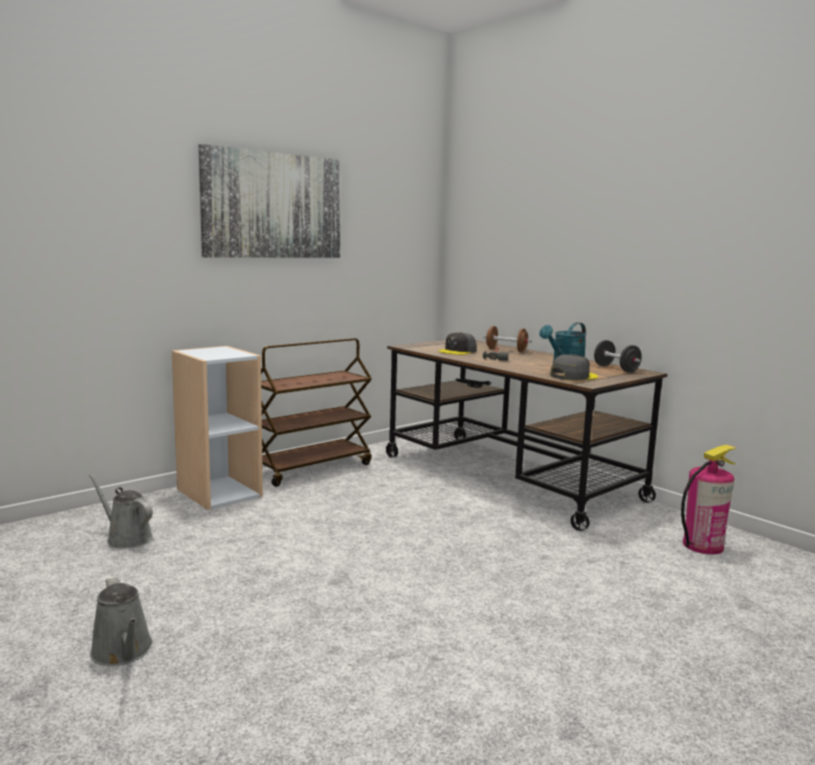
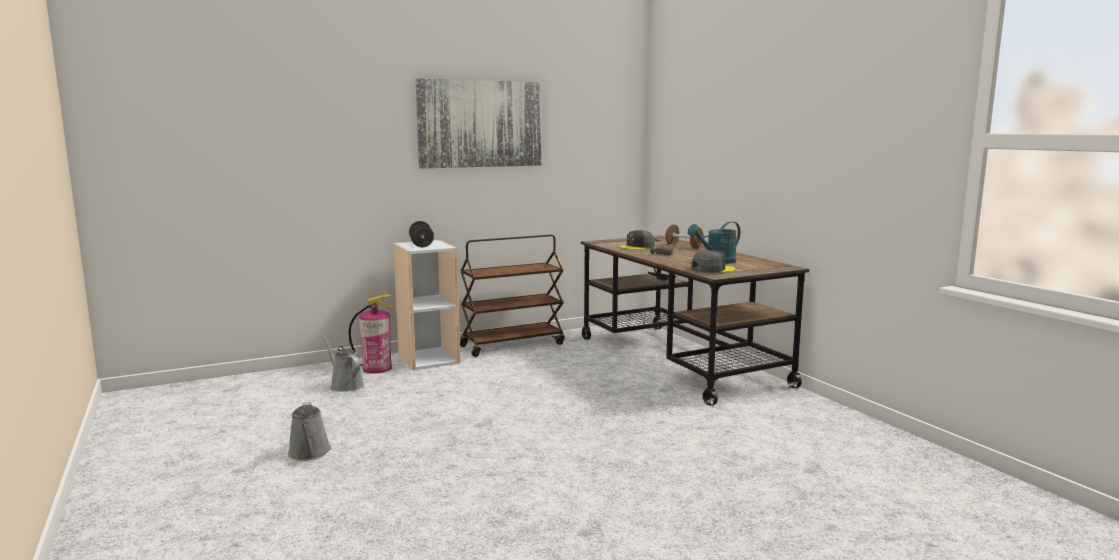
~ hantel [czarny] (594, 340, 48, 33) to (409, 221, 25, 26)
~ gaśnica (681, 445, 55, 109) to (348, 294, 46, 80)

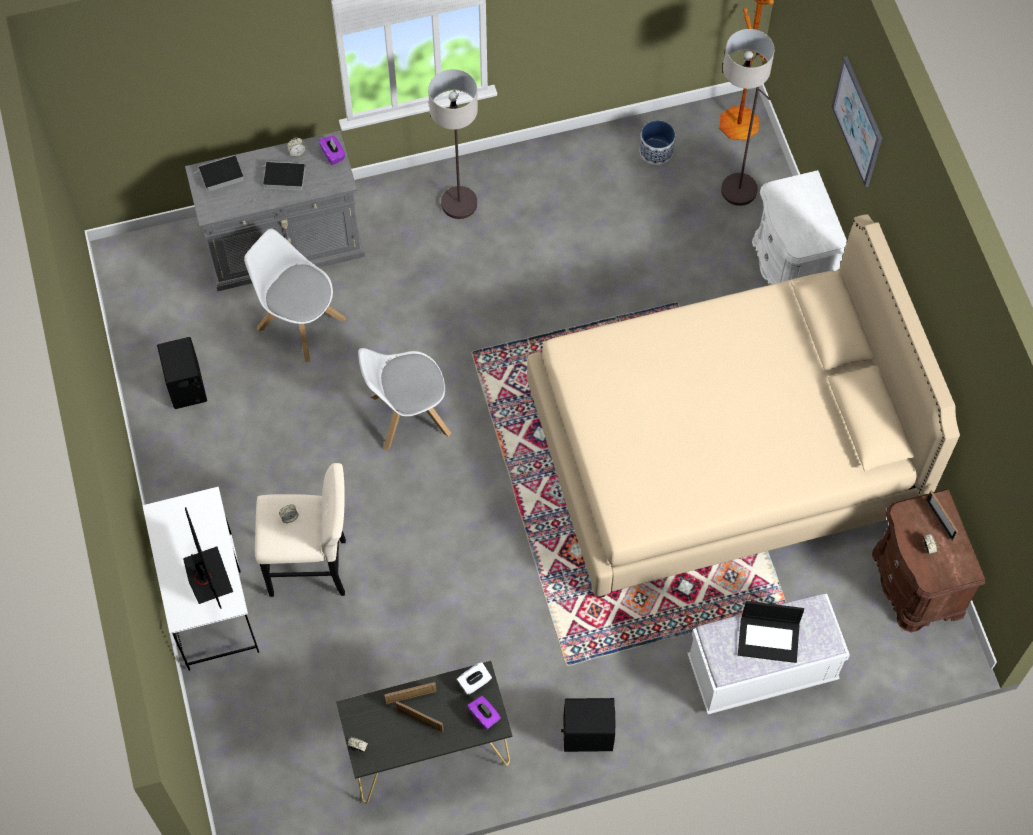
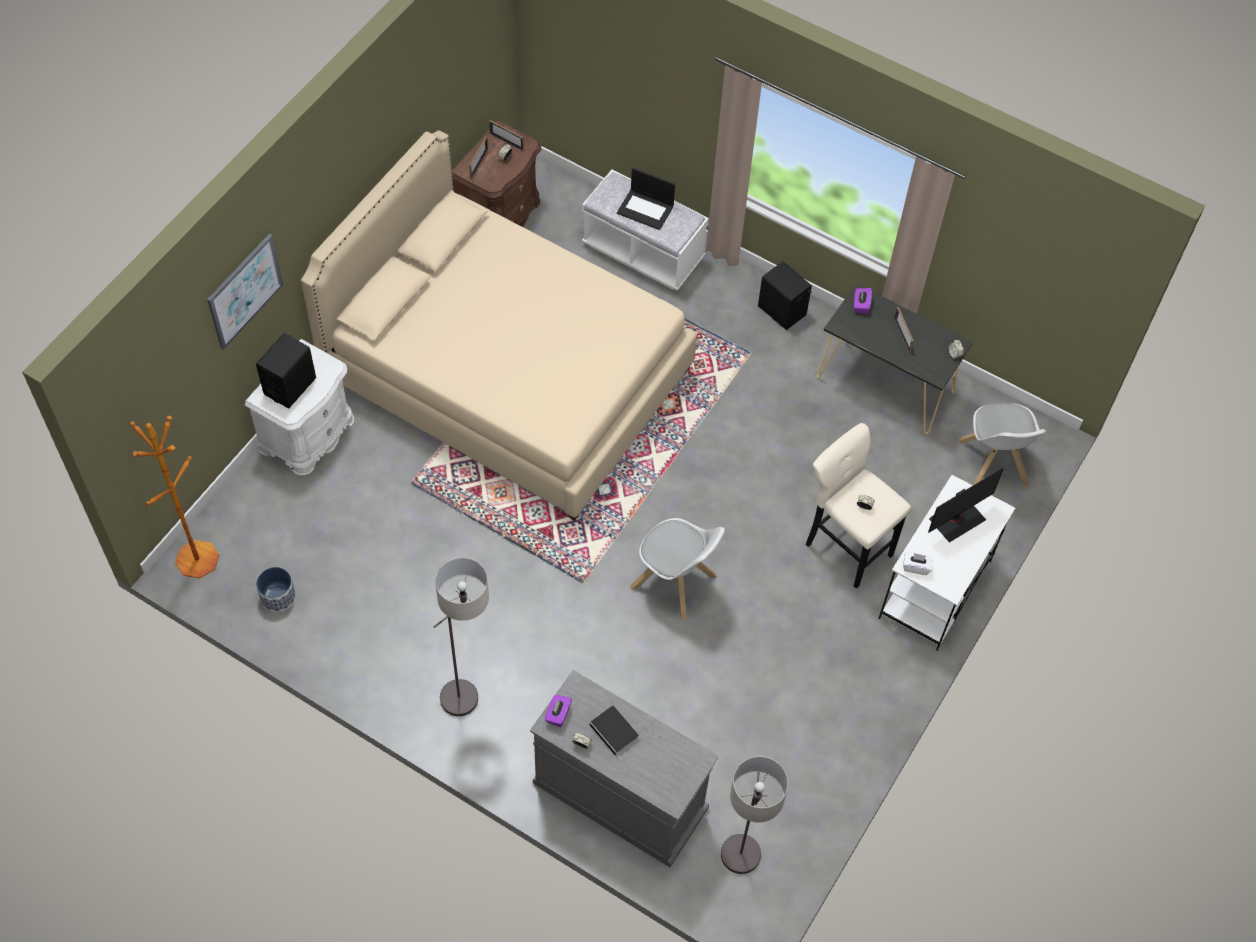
~ głośnik [czarny] (157, 337, 50, 72) to (256, 333, 60, 75)
~ monitor (183, 507, 50, 102) = (928, 468, 76, 75) 150 degrees counterclockwise
- książka (194, 155, 50, 37)
~ krzesło (244, 229, 102, 133) to (958, 403, 89, 84)
~ ramka na zdjęcie (384, 682, 53, 22) to (489, 120, 35, 31)
~ pudełko chusteczek [biały] (457, 662, 35, 33) to (903, 552, 30, 23)
~ lampa stojąca [szary] (721, 29, 53, 177) to (721, 756, 67, 118)
~ laptop (738, 601, 66, 62) = (617, 168, 58, 62) 150 degrees clockwise

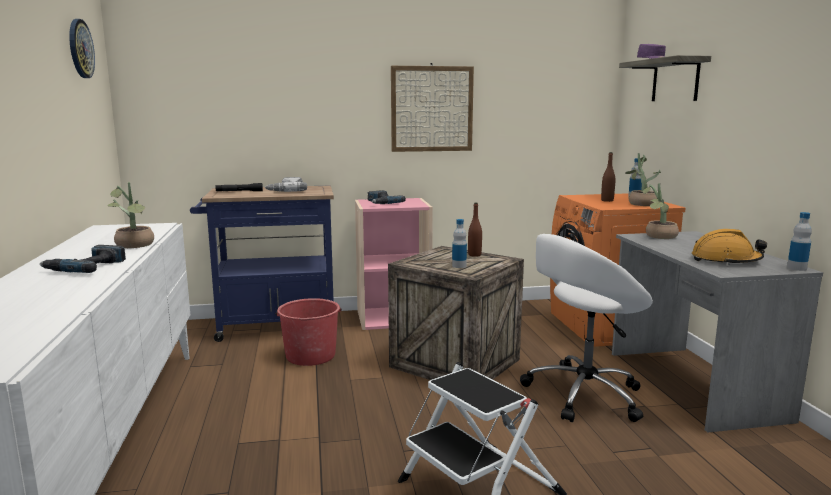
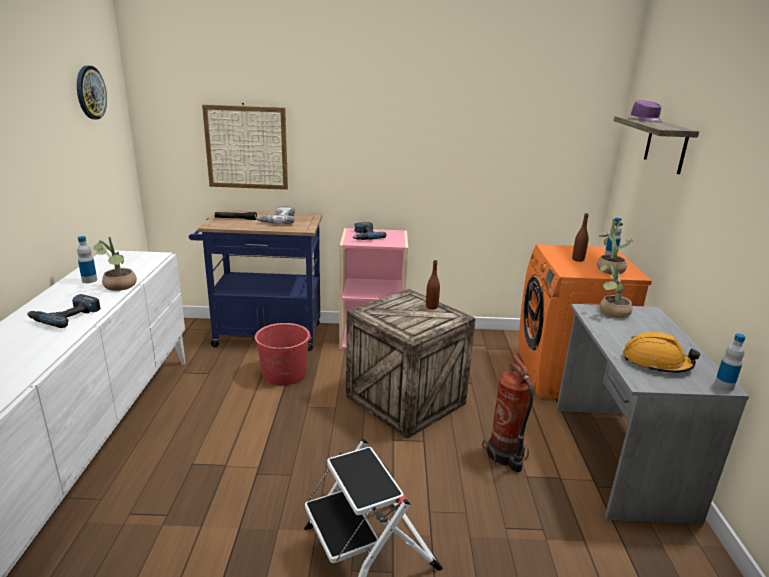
~ obraz (391, 63, 83, 89) to (202, 103, 86, 87)
~ butelka (452, 219, 15, 49) to (77, 236, 20, 47)
~ krzesło biurowe [biały] (520, 234, 133, 188) to gaśnica (482, 355, 51, 117)

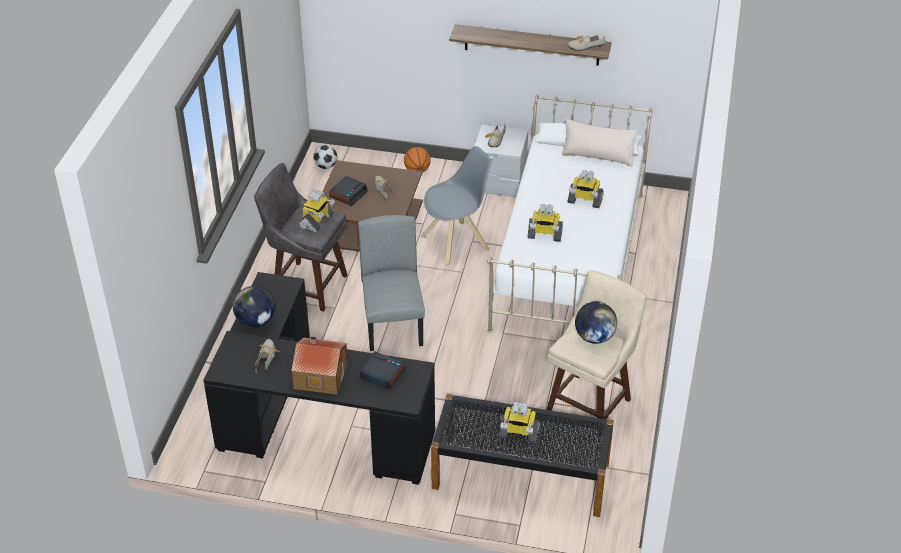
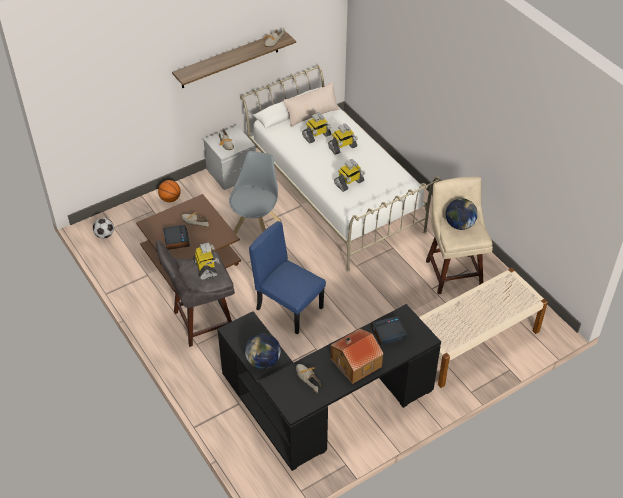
~ krzesło [szary] (358, 215, 67, 136) to krzesło [niebieski] (249, 221, 77, 113)
~ ławka [czarny] (431, 394, 183, 123) to ławka [beżowy] (419, 268, 129, 120)
~ robot zabawkowy (499, 402, 41, 41) to (302, 112, 30, 31)

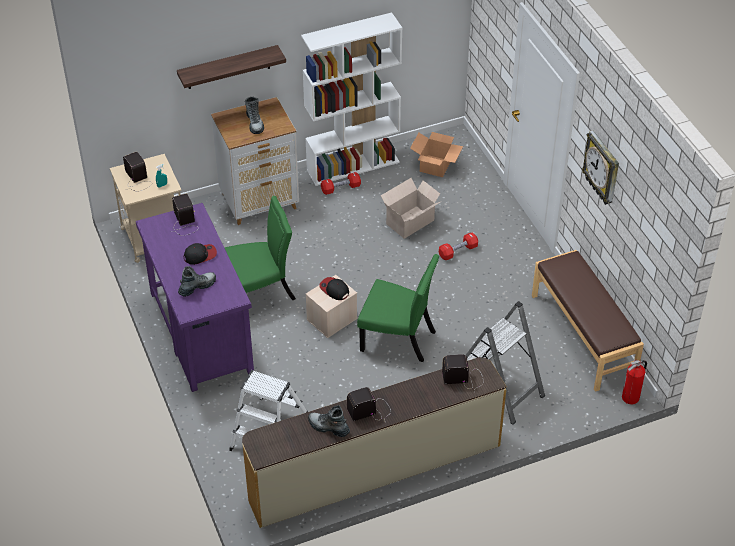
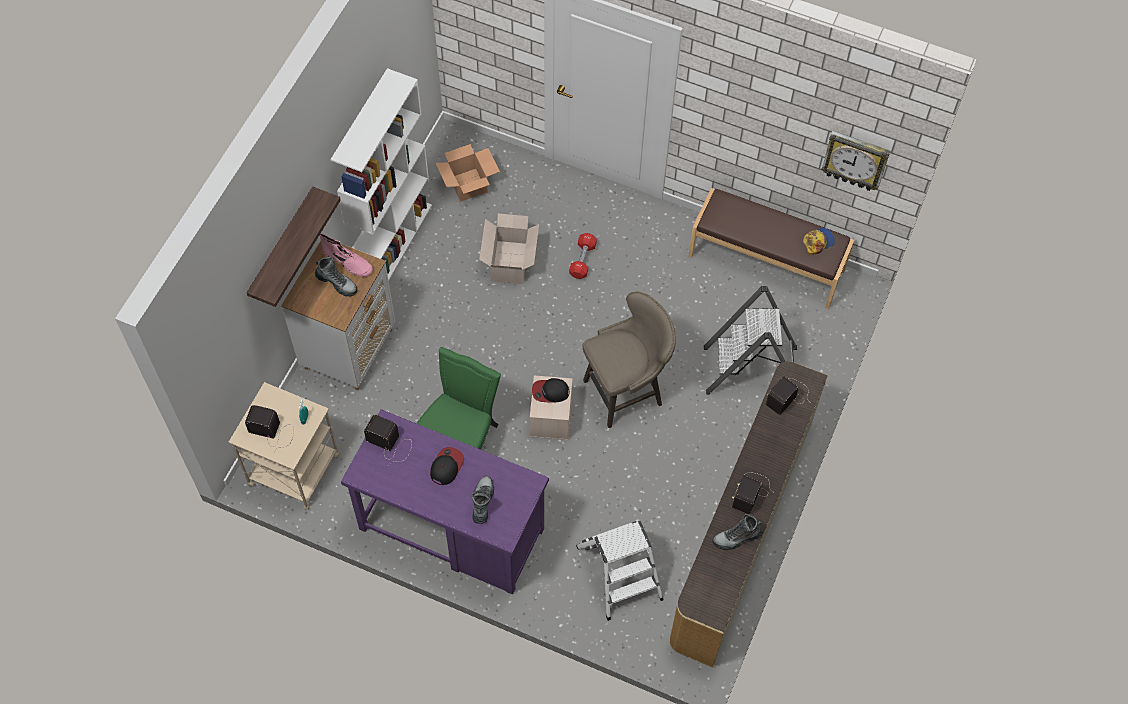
- hantel [czerwony] (321, 172, 40, 23)
~ krzesło [zielony] (357, 254, 82, 108) to stołek [beżowy] (583, 292, 93, 136)
~ zegar ścienny (582, 130, 37, 75) to (821, 131, 69, 60)
- gaśnica (622, 360, 25, 45)
+ but z cholewką [różowy] (320, 234, 53, 43)
+ czapka z daszkiem (803, 228, 32, 27)

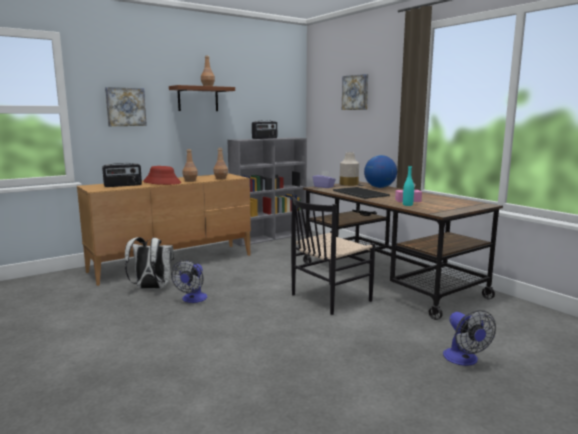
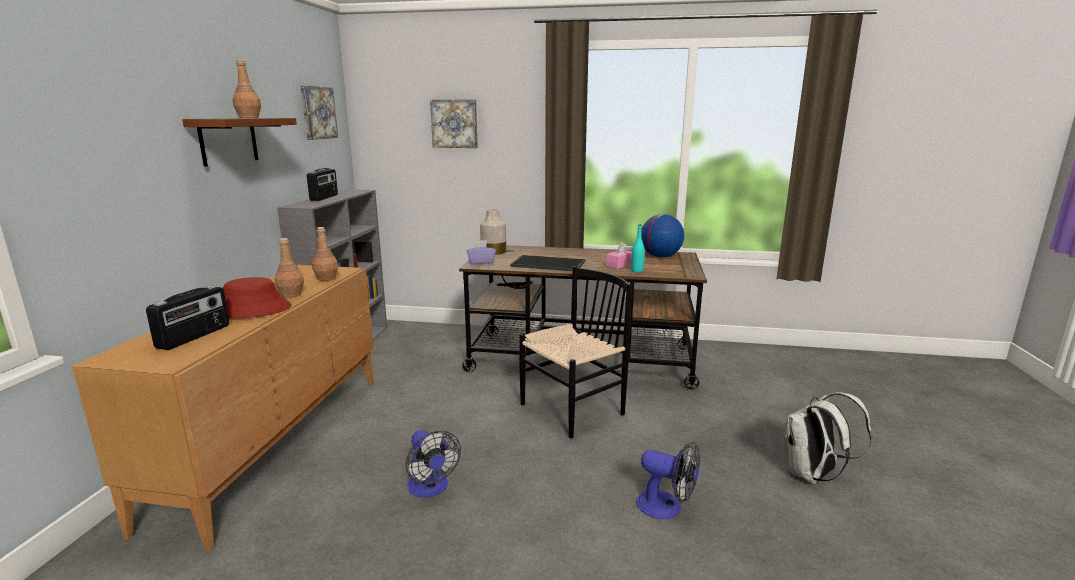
~ obraz (105, 87, 42, 39) to (301, 86, 37, 54)
~ plecak [biały] (125, 237, 49, 52) to (785, 392, 86, 92)
~ krzesło [czarny] (291, 195, 84, 120) = (519, 266, 113, 172) 135 degrees counterclockwise
~ globus (364, 155, 33, 33) to (641, 214, 43, 44)
~ wentylator (443, 310, 53, 56) to (636, 442, 64, 77)

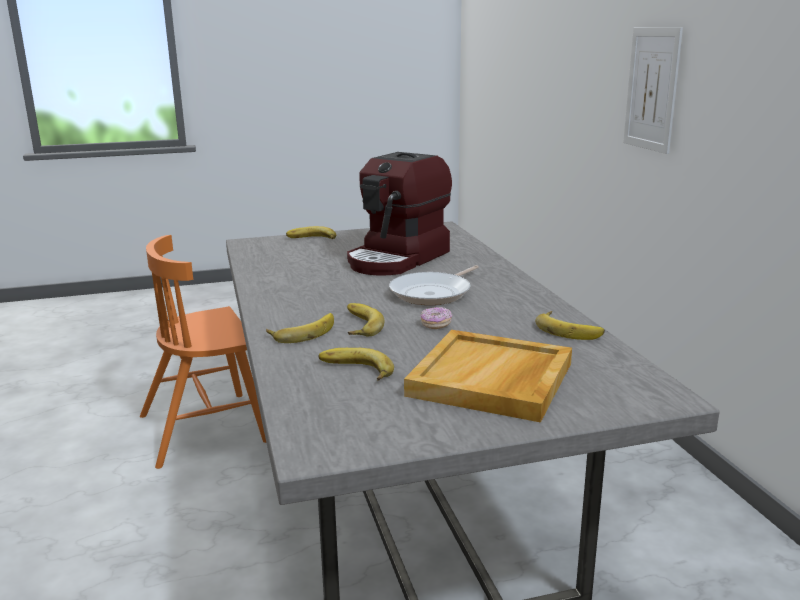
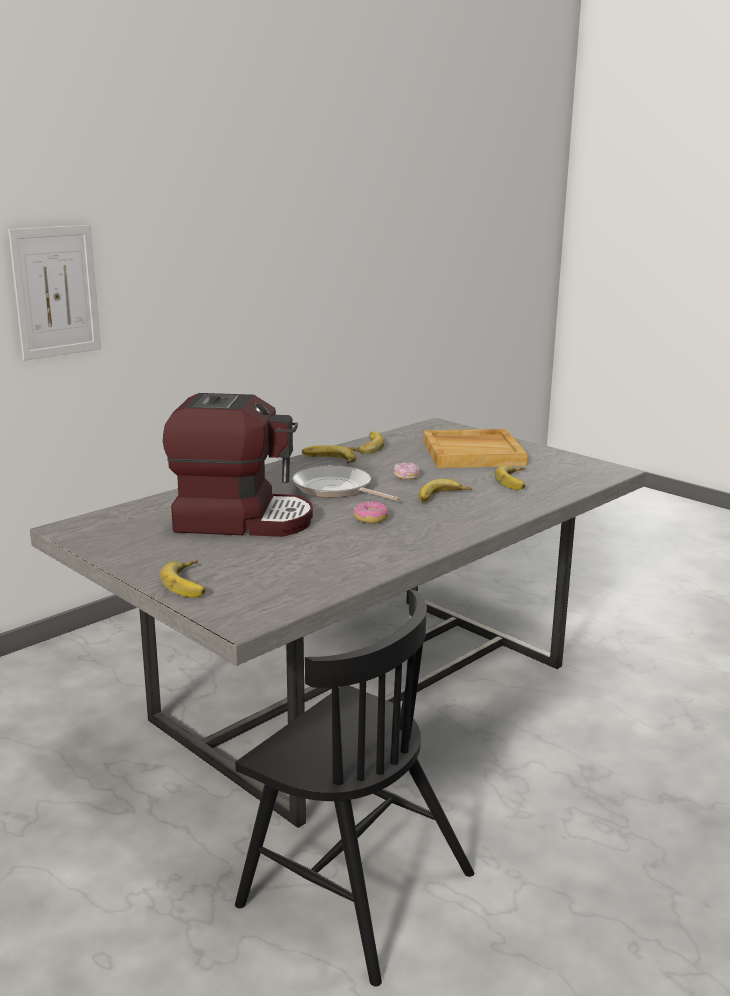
~ krzesło [pomarańczowy] (140, 235, 126, 234) to krzesło [czarny] (235, 590, 239, 397)
~ banan (266, 313, 68, 30) to (302, 445, 54, 18)
~ patelnia (389, 265, 90, 40) = (292, 465, 107, 36) 150 degrees counterclockwise
+ donut (353, 501, 36, 23)

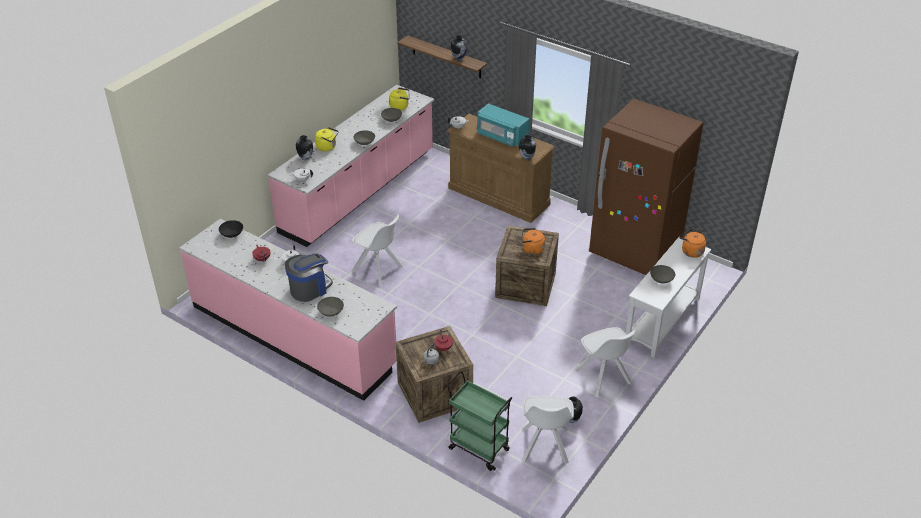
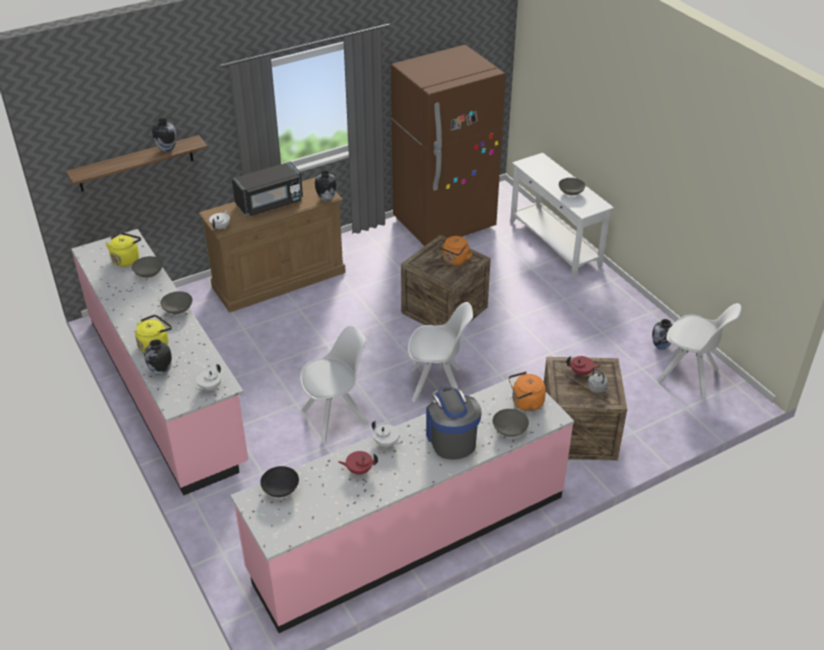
- wózek [zielony] (448, 371, 64, 100)
~ mikrofalówka [turkusowy] (477, 103, 53, 44) to mikrofalówka [czarny] (232, 162, 71, 54)
~ krzesło [biały] (575, 327, 61, 70) to (408, 302, 65, 101)
~ czajnik [pomarańczowy] (679, 229, 27, 29) to (509, 371, 37, 40)

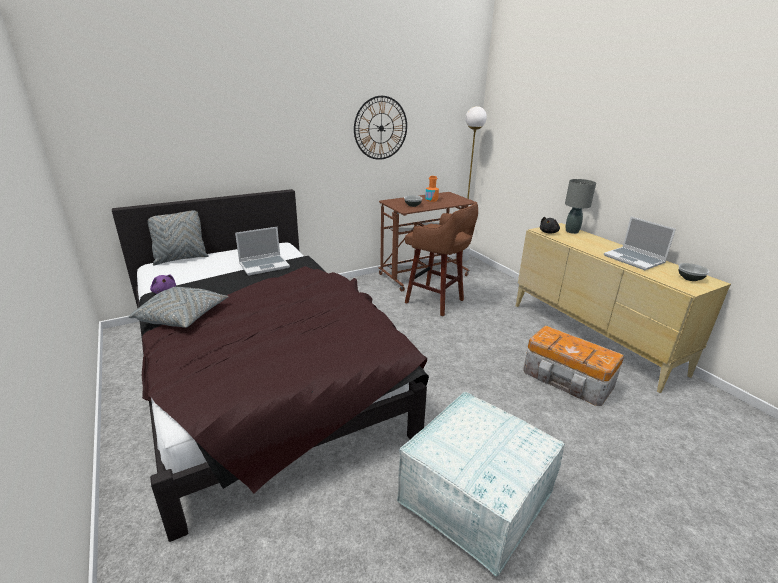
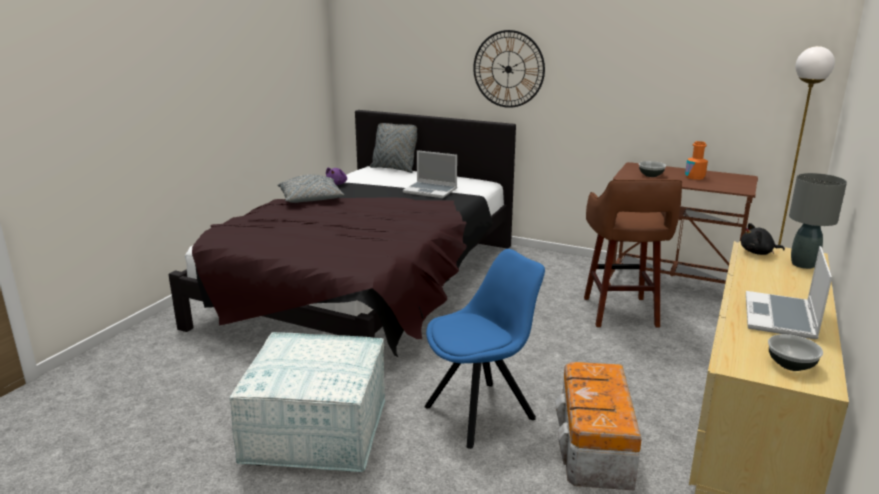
~ zegar ścienny (354, 96, 53, 64) to (473, 30, 72, 78)
+ krzesło [niebieski] (424, 249, 121, 200)

